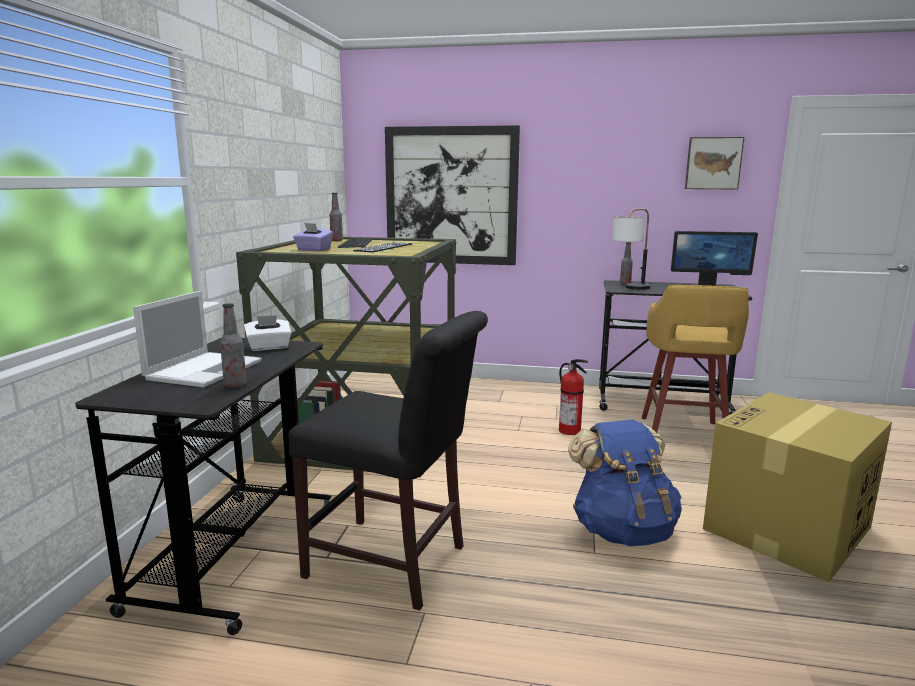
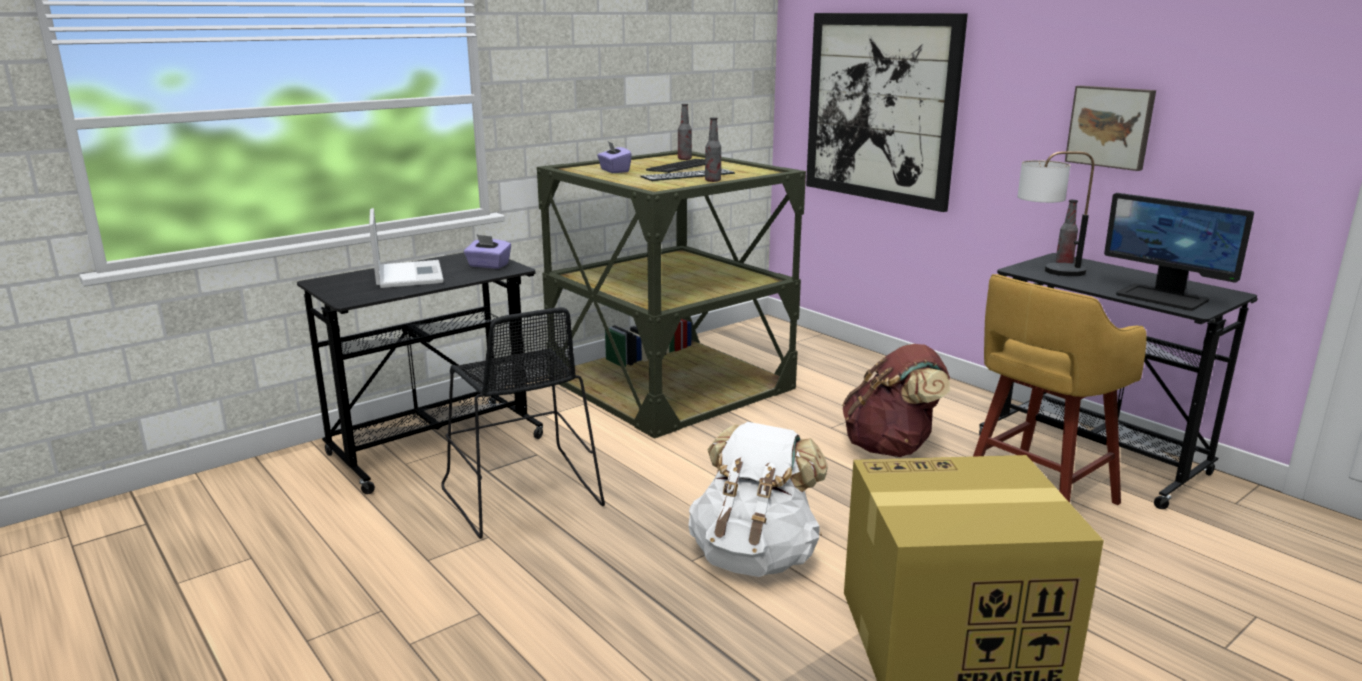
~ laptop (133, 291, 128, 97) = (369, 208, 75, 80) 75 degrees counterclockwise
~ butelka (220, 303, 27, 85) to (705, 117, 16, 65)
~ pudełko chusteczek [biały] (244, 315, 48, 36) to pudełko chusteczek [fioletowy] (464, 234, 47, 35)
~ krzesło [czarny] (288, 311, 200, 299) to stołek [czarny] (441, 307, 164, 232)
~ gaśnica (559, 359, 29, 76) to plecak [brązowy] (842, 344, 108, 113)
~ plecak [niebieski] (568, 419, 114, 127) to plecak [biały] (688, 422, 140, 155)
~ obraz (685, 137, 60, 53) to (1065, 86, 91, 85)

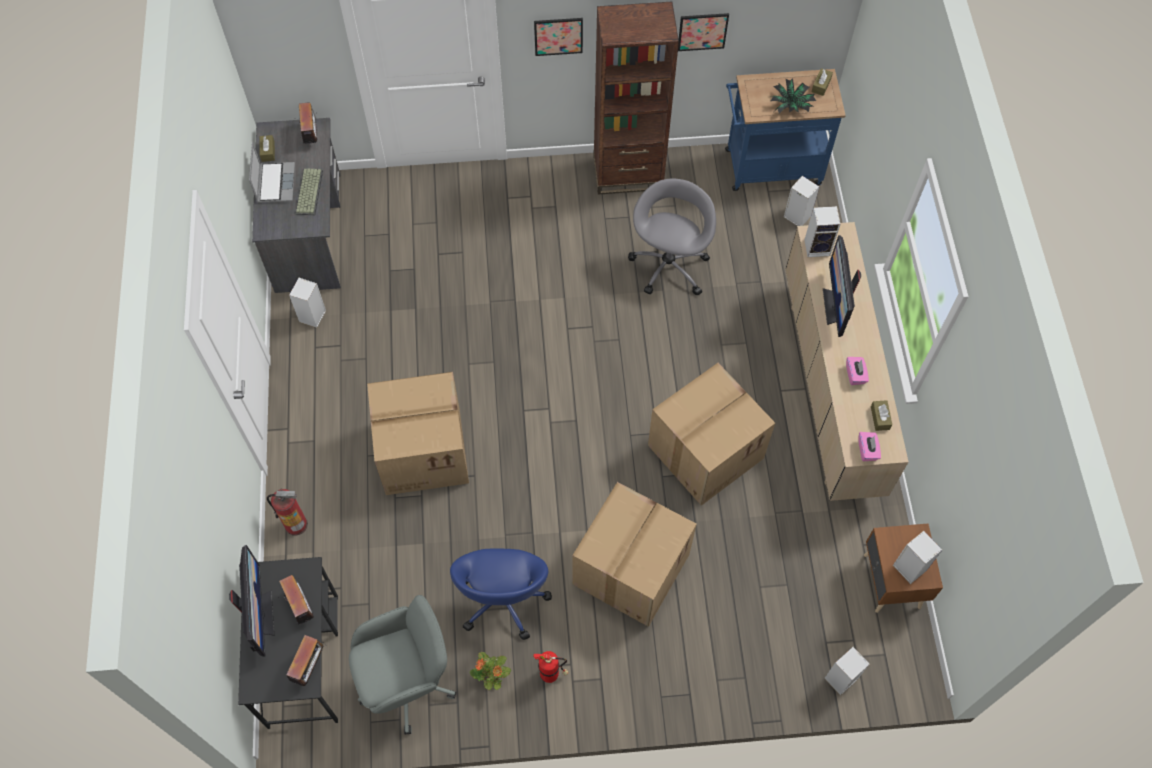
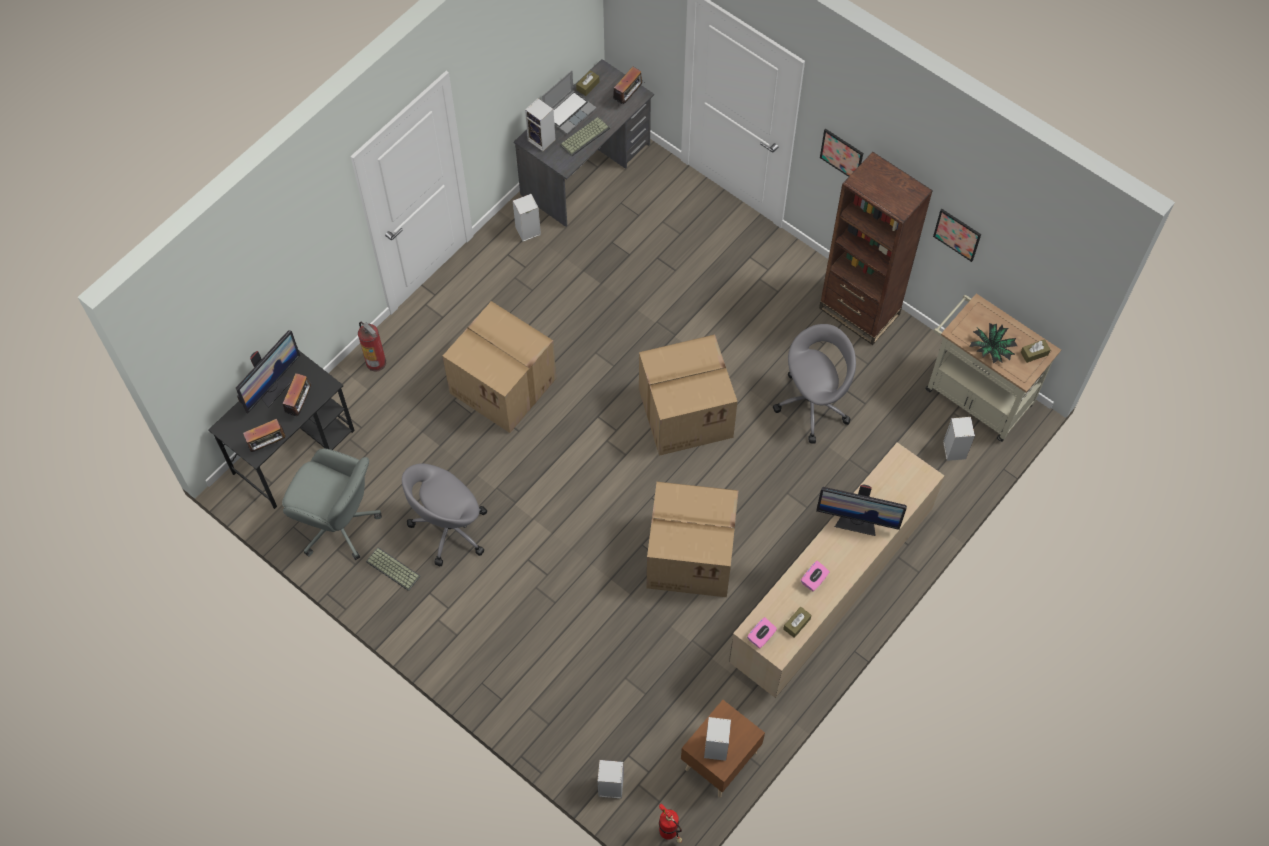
~ krzesło biurowe [niebieski] (450, 548, 102, 92) to krzesło biurowe [szary] (402, 463, 85, 104)
~ roślina doniczkowa (470, 652, 41, 38) to klawiatura (366, 547, 55, 44)
~ gaśnica (533, 651, 36, 32) to (659, 804, 23, 39)
~ karton (572, 482, 125, 145) to (639, 335, 99, 121)
~ wózek [niebieski] (725, 69, 121, 122) to wózek [beżowy] (925, 294, 136, 148)
~ głośnik (805, 206, 36, 51) to (525, 98, 30, 53)
~ monitor (823, 235, 38, 102) = (816, 485, 91, 51) 120 degrees counterclockwise

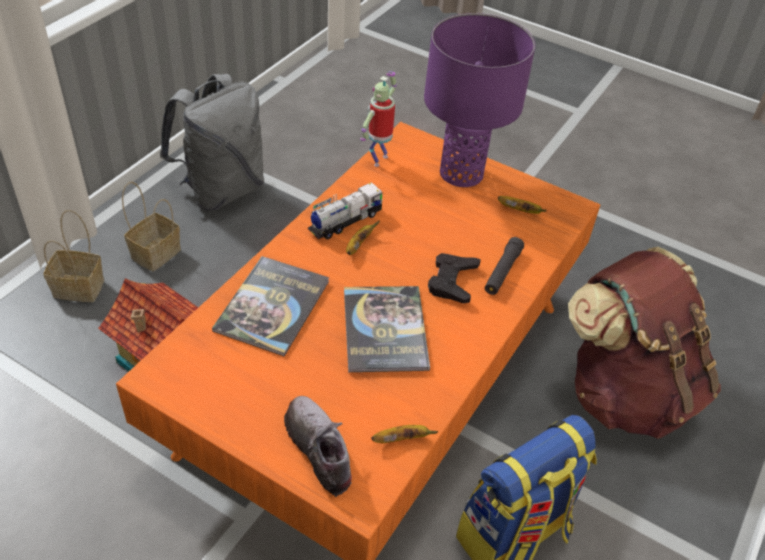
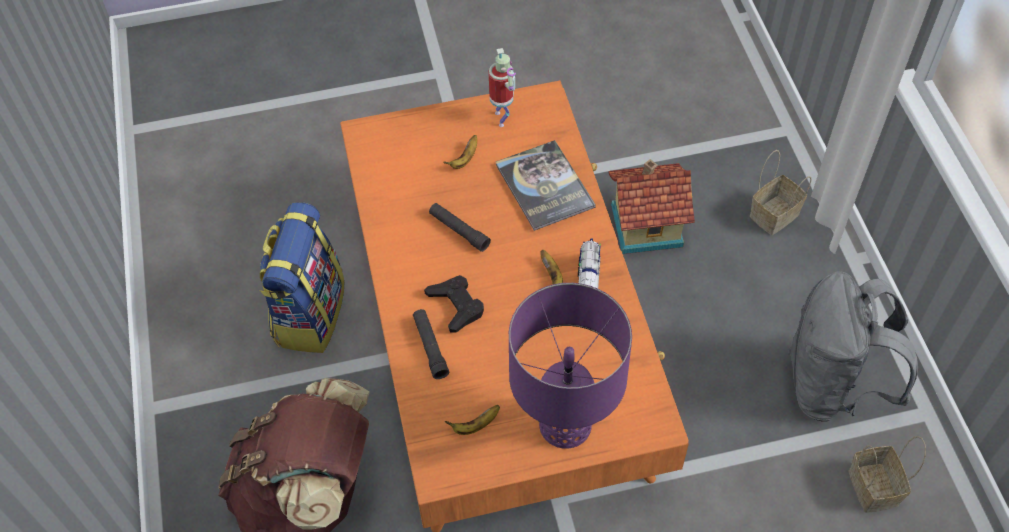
~ koszyk (122, 182, 59, 89) to (849, 436, 77, 77)
- but (284, 396, 68, 101)
~ książka (344, 286, 86, 86) to latarka [czarny] (429, 203, 62, 49)
~ robot zabawkowy (360, 71, 37, 96) to (489, 48, 27, 79)
~ banan (371, 425, 67, 18) to (443, 135, 34, 34)

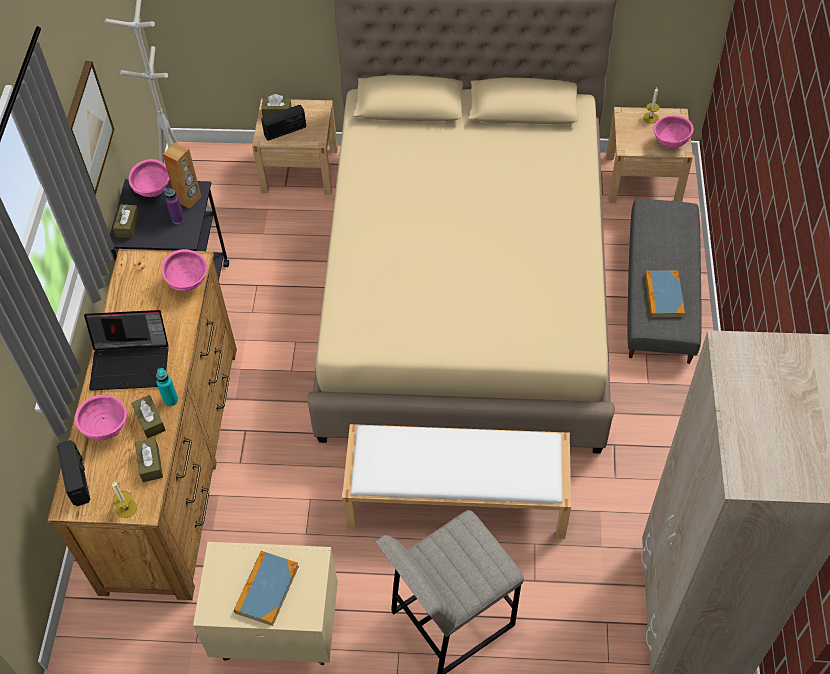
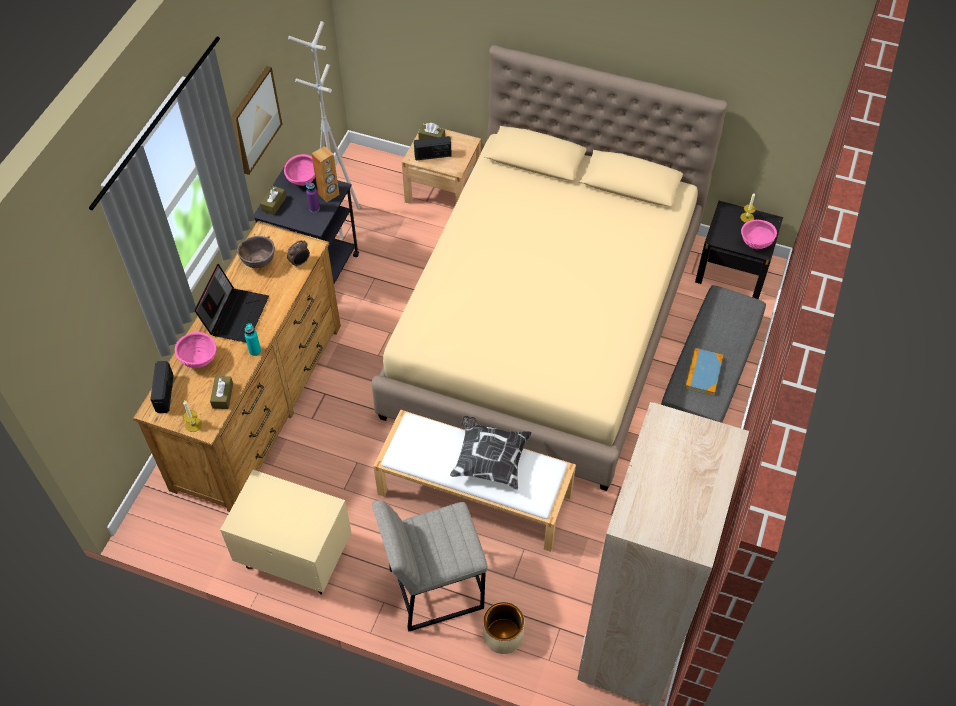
~ laptop (84, 310, 84, 80) = (194, 264, 75, 79) 90 degrees counterclockwise
- pudełko chusteczek [brązowy] (131, 395, 35, 44)
~ miska [różowy] (161, 249, 46, 42) to budzik (287, 240, 23, 28)
- książka (234, 551, 65, 75)
~ szafka nocna [beżowy] (606, 107, 87, 96) to szafka nocna [czarny] (695, 201, 88, 98)
+ miska [brązowy] (237, 236, 38, 32)
+ poduszka (450, 416, 82, 74)
+ donica [beżowy] (483, 602, 41, 52)

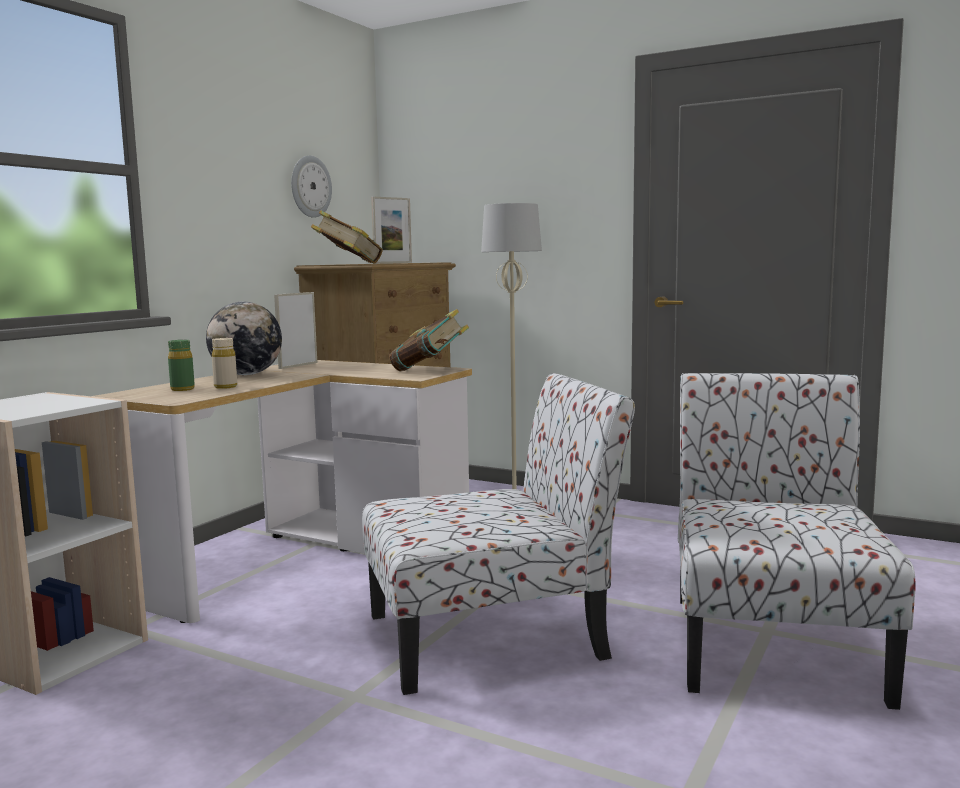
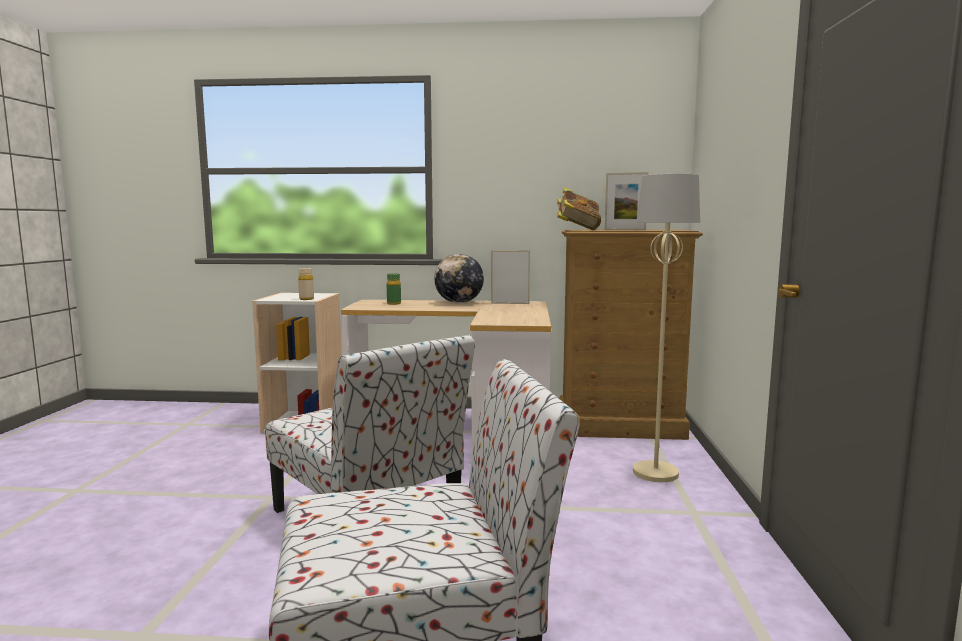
~ butelka [beżowy] (212, 338, 25, 51) to (298, 268, 16, 32)
- zegar ścienny (291, 155, 41, 63)
- książka (389, 309, 80, 62)

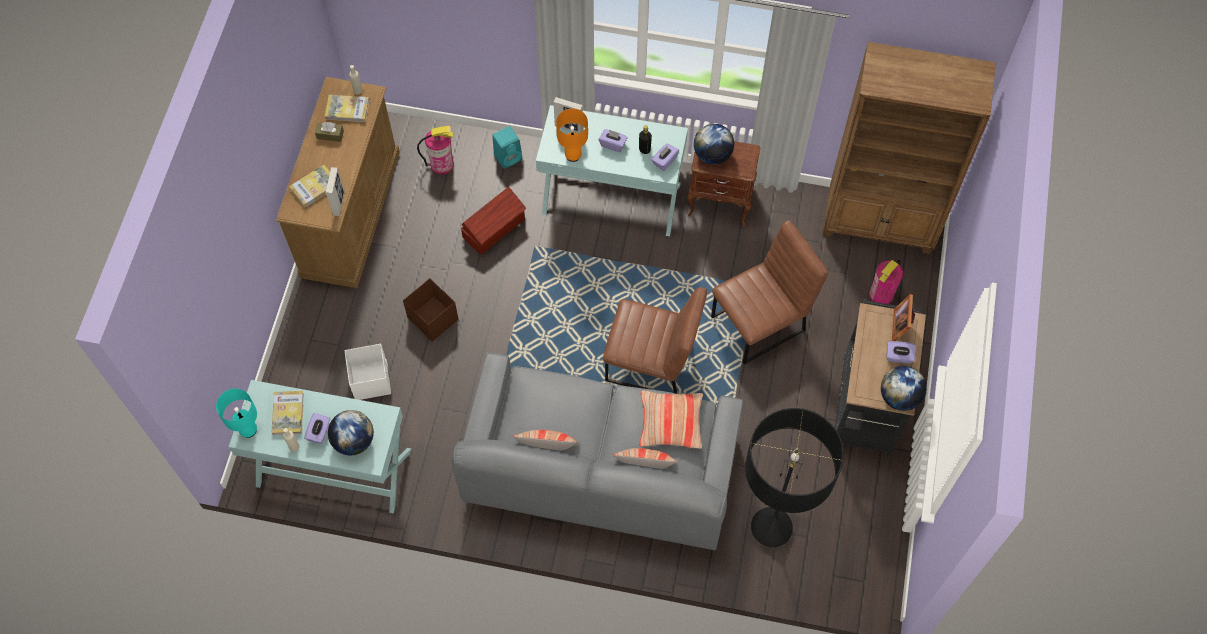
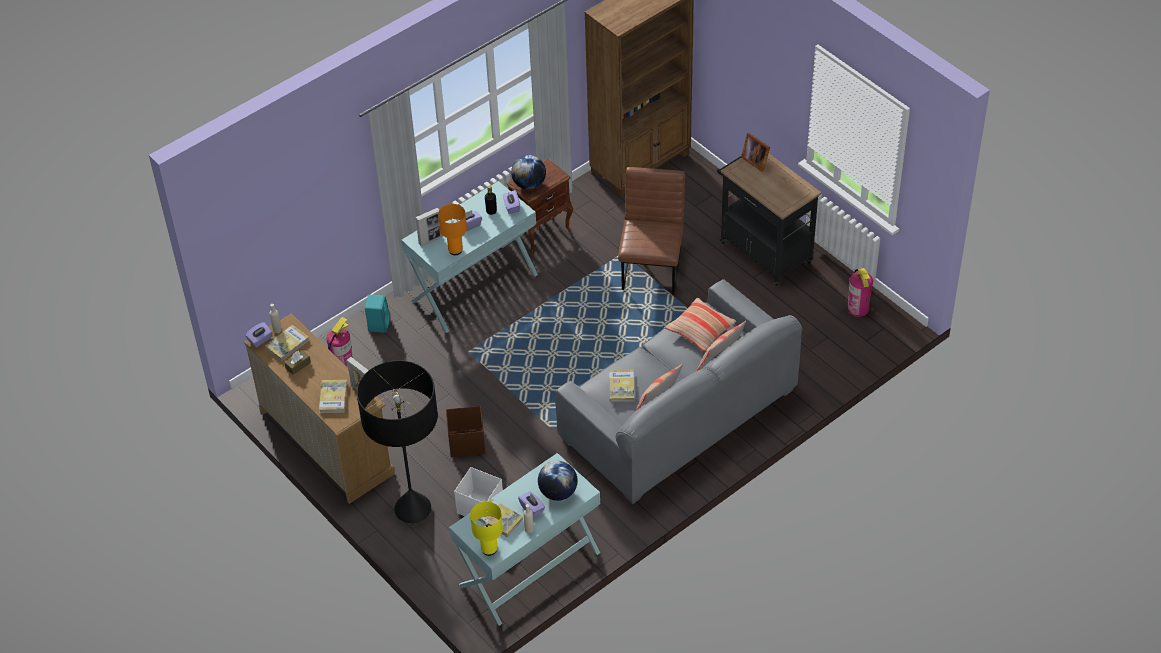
~ lampa stołowa [turkusowy] (216, 389, 41, 49) to lampa stołowa [żółty] (470, 502, 33, 54)
- pojemnik do przechowywania [brązowy] (461, 187, 65, 68)
- krzesło [brązowy] (603, 287, 104, 107)
~ lampa stojąca [czarny] (745, 408, 99, 139) to (357, 360, 81, 163)
~ gaśnica (869, 260, 34, 44) to (847, 268, 26, 49)
- globus (881, 366, 46, 45)
~ pudełko chusteczek [fioletowy] (887, 341, 29, 22) to (245, 322, 27, 26)
+ książka (609, 369, 25, 33)

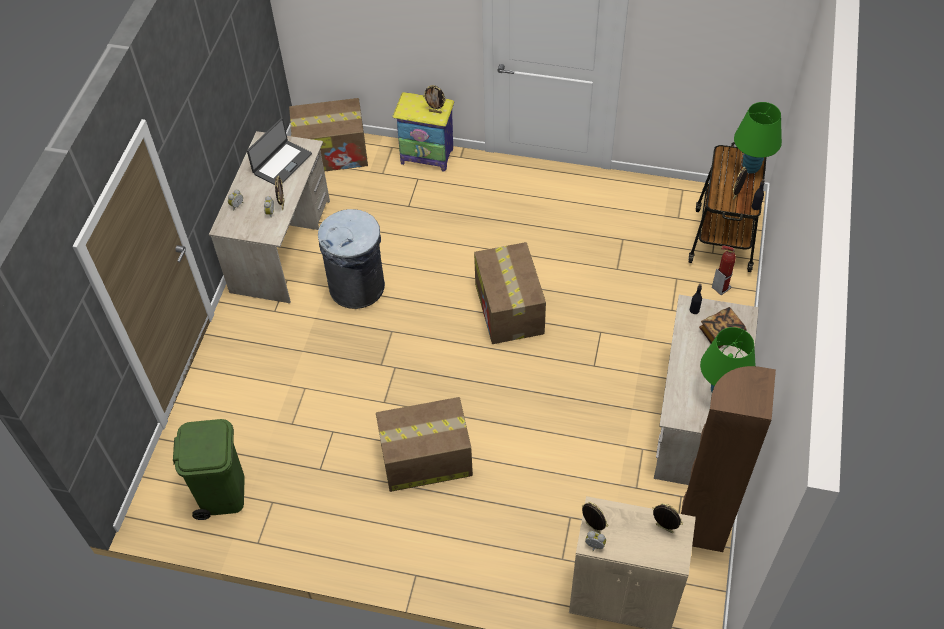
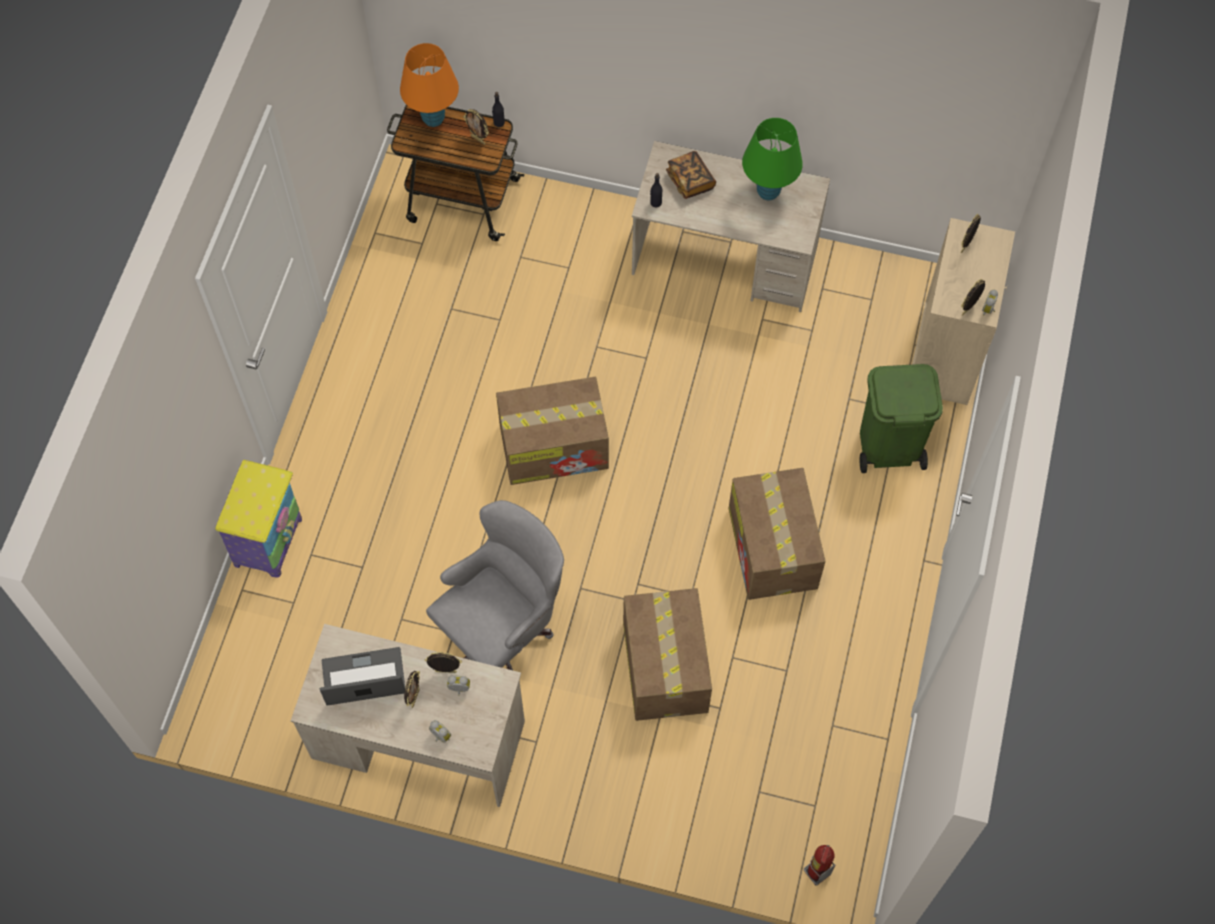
~ kosz na śmieci [zielony] (173, 419, 72, 101) to (860, 364, 83, 109)
~ laptop (247, 118, 65, 67) = (320, 647, 85, 58) 45 degrees counterclockwise
~ karton (289, 98, 79, 74) to (623, 588, 89, 133)
~ kosz na śmieci [szary] (318, 209, 67, 100) to krzesło biurowe [szary] (426, 500, 138, 170)
~ ramka na zdjęcie (423, 85, 23, 28) to (404, 671, 16, 37)
- regał [brązowy] (681, 366, 95, 186)
~ gaśnica (712, 245, 24, 50) to (804, 845, 32, 41)
~ lampa stołowa [zielony] (734, 102, 48, 72) to lampa stołowa [pomarańczowy] (400, 43, 59, 84)

